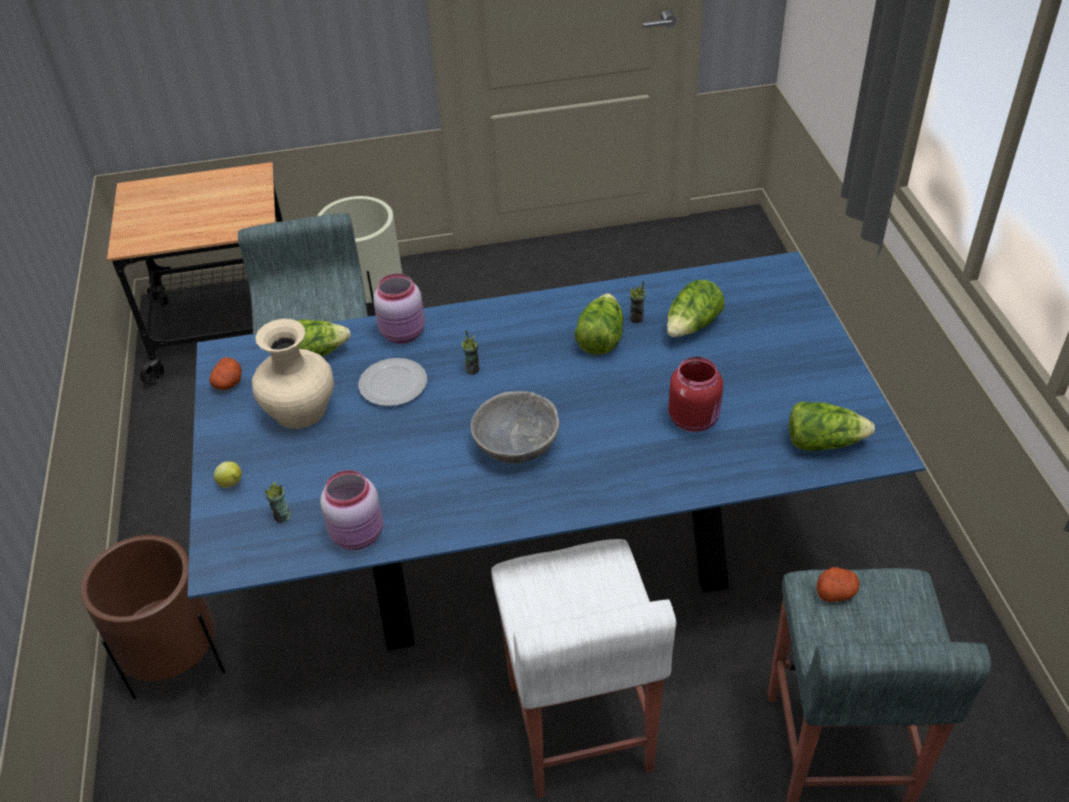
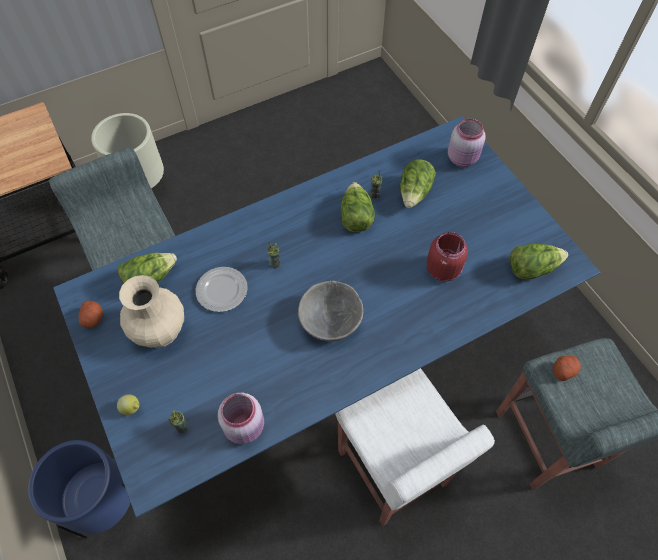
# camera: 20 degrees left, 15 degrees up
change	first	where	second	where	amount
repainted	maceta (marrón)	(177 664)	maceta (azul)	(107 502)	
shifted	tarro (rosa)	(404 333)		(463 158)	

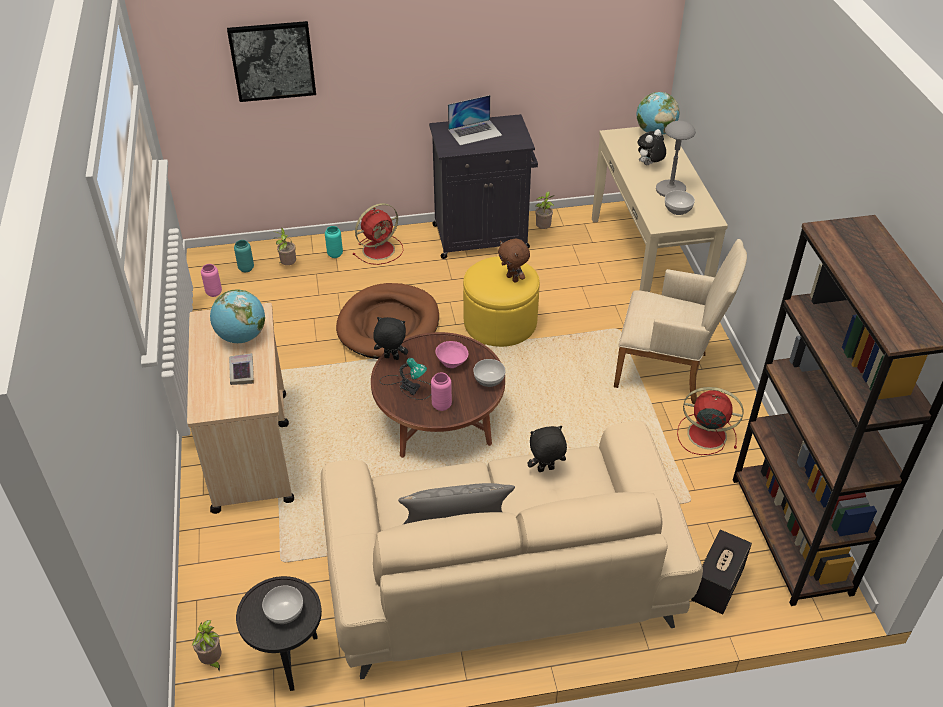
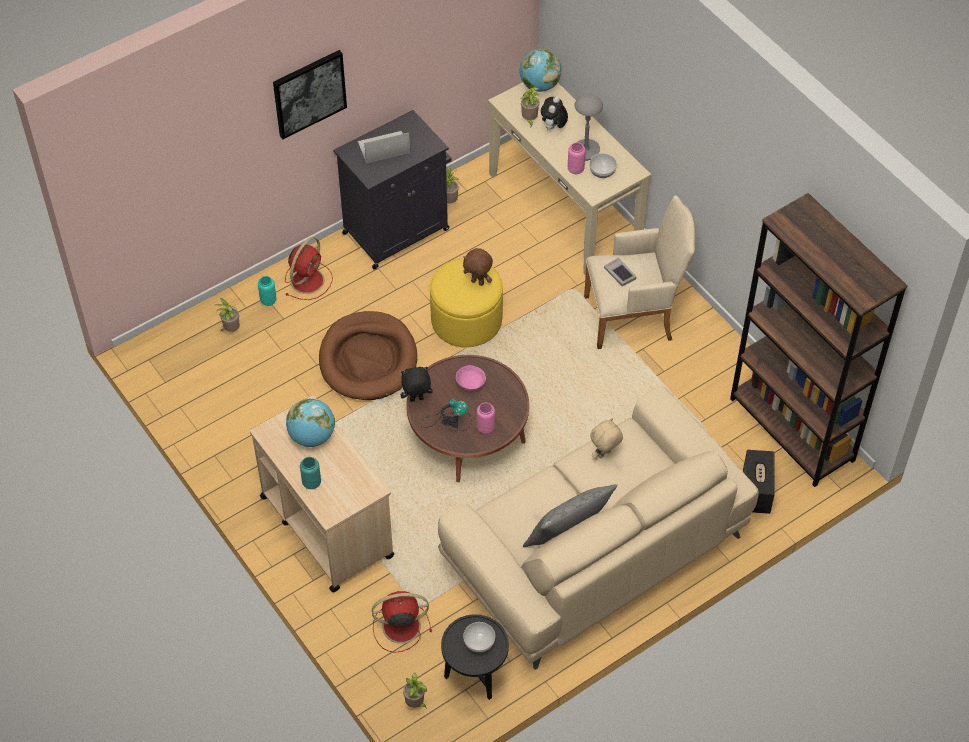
# camera: 25 degrees left, 10 degrees up
change	first	where	second	where	amount
shifted	florero (rosa)	(214 293)		(575 169)	
shifted	cuadro	(272 61)		(309 93)	
shifted	libro	(242 372)		(619 274)	
shifted	florero (turquesa)	(246 268)		(311 483)	
rotated	portátil	(475 132)		(383 147)	150 degrees counterclockwise
gone	cuenco	(489 380)			
repainted	peluche (negro)	(545 470)	peluche (beis)	(604 454)	
shifted	ventilador (rojo)	(705 434)		(399 626)	
new			planta en maceta	(529 120)	

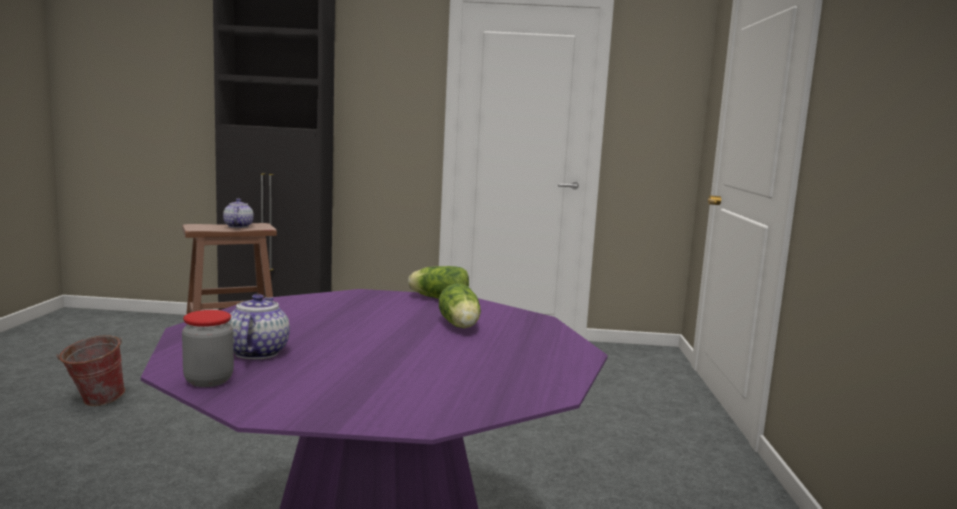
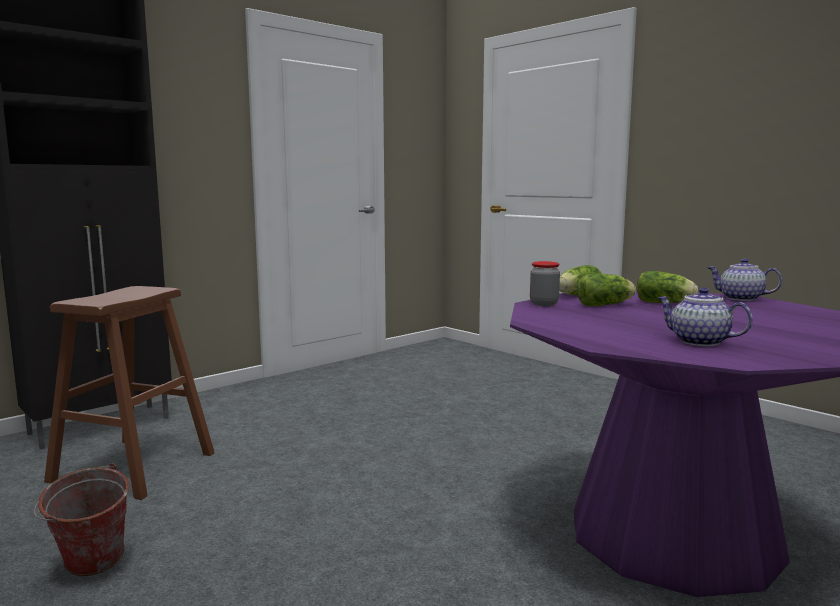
# camera: 45 degrees left, 0 degrees up
change	first	where	second	where	amount
shifted	tarro	(208 380)		(544 304)	
shifted	tetera	(238 226)		(740 298)	
new			lechuga	(606 305)	

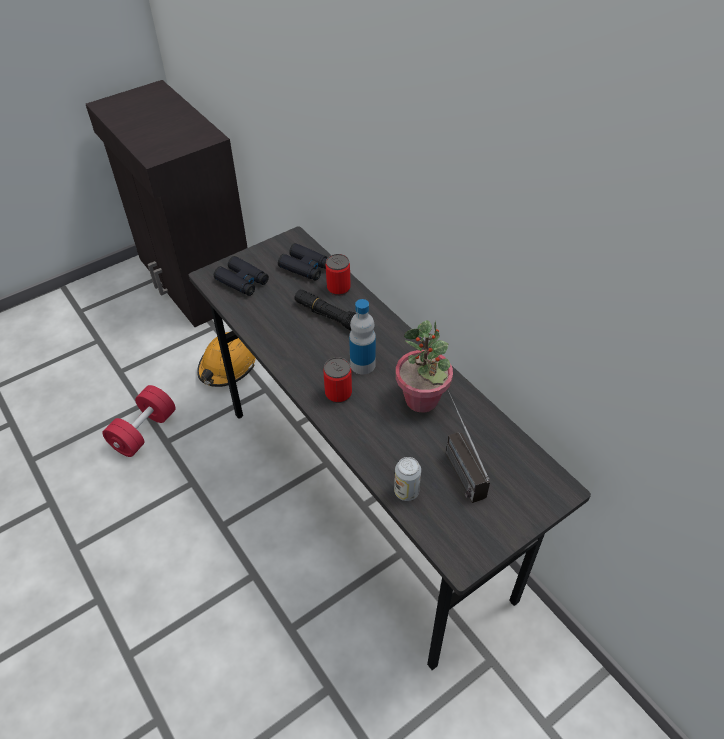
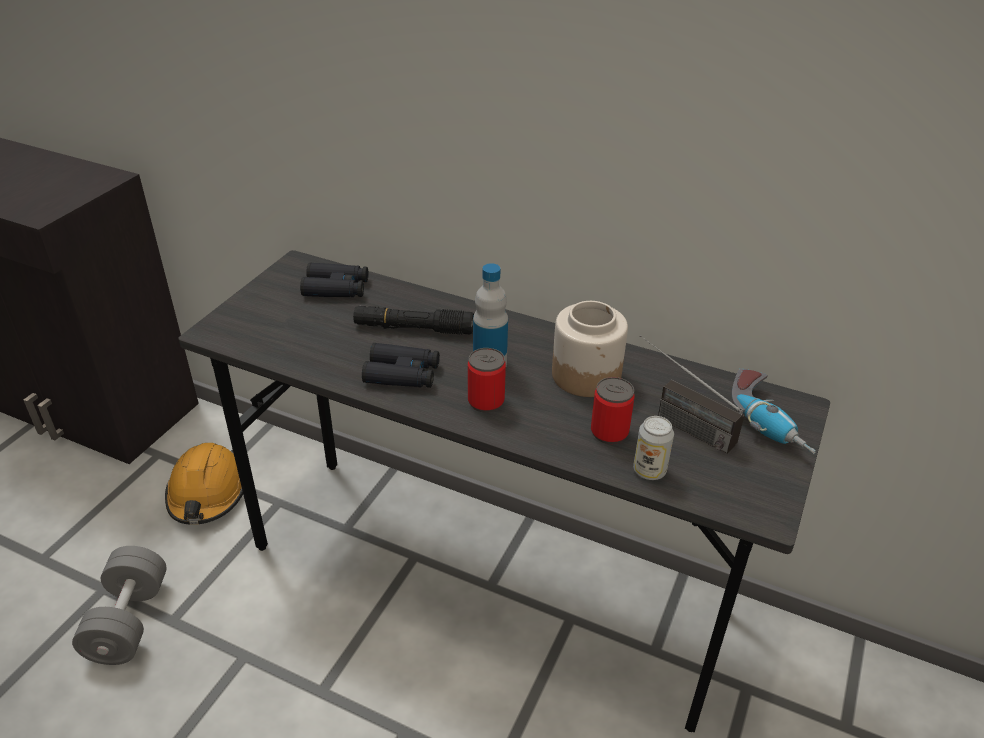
# camera: 30 degrees left, 10 degrees down
change	first	where	second	where	amount
repainted	mancuerna (rojo)	(144 431)	mancuerna (gris)	(128 621)	
shifted	prismáticos (negro)	(242 281)		(402 374)	
shifted	lata	(338 288)		(609 432)	
swapped	planta en maceta	(422 399)	tarro	(586 375)	
new			taladro	(769 422)	

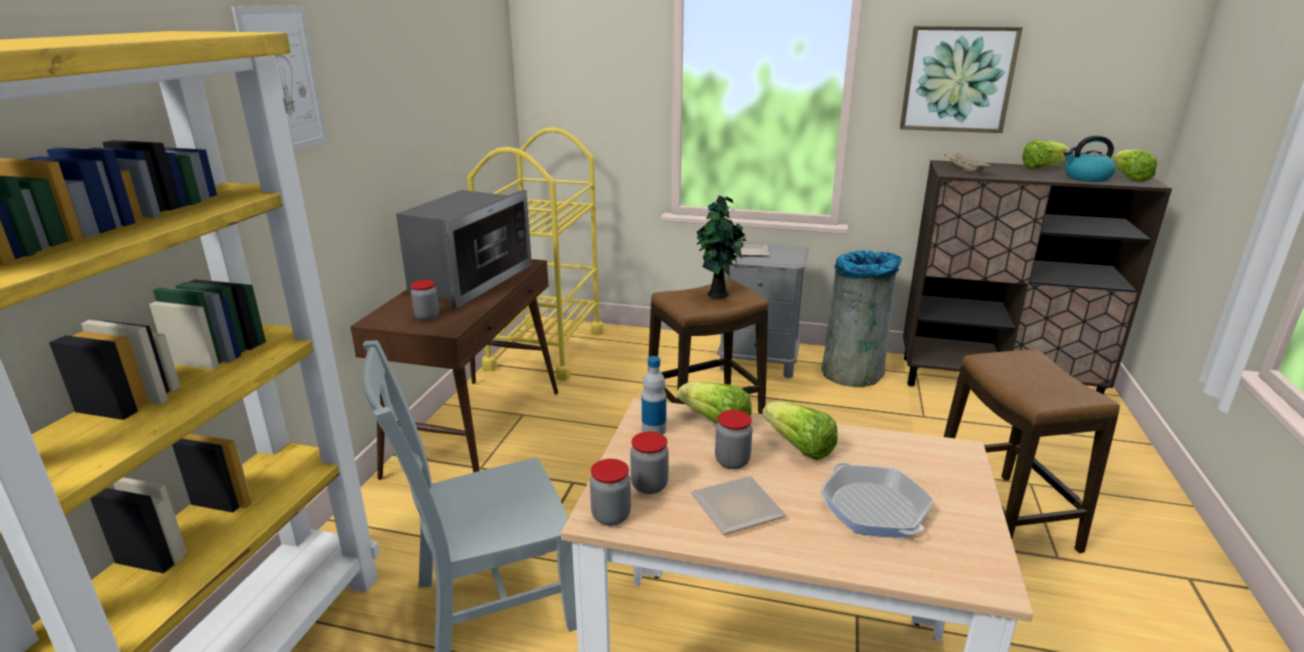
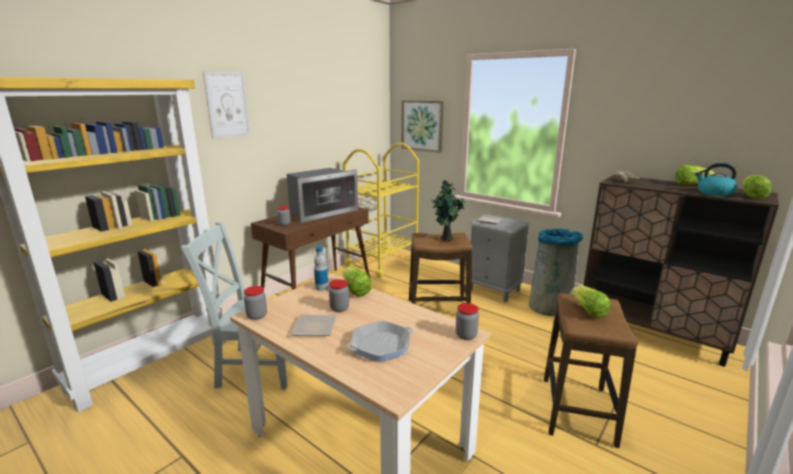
# camera: 25 degrees right, 5 degrees down
change	first	where	second	where	amount
shifted	tarro	(649 485)		(466 335)	
shifted	lechuga	(798 447)		(588 311)	
rotated	sartén	(874 508)		(381 345)	60 degrees clockwise
shifted	cuadro	(957 79)		(422 125)	

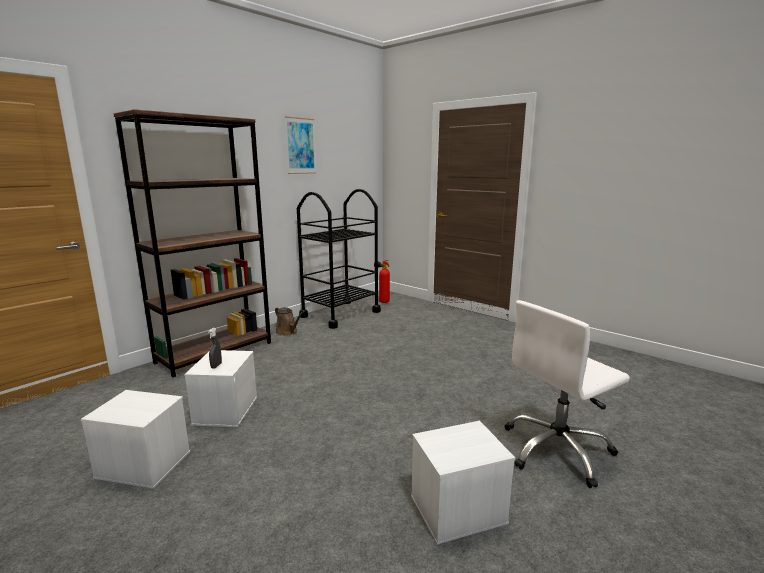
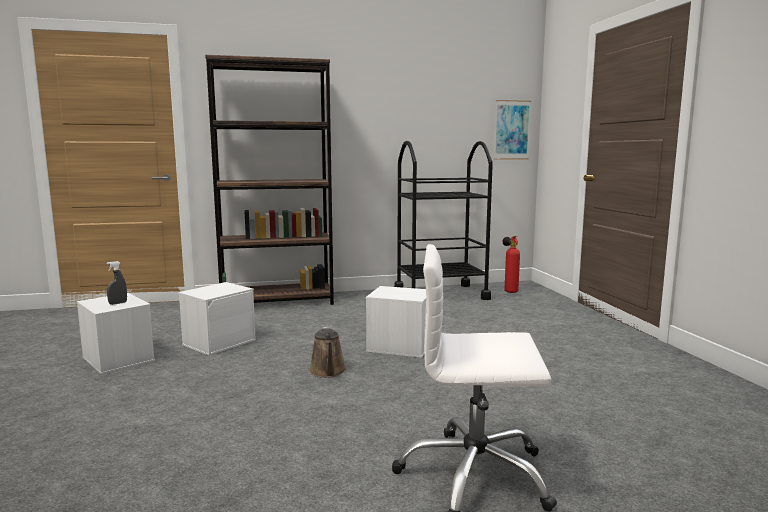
# camera: 35 degrees right, 5 degrees down
change	first	where	second	where	amount
shifted	pulverizador (gris)	(216 366)		(118 303)	
shifted	regadera (marrón)	(287 332)		(328 372)	
shifted	cuadro	(300 146)		(512 130)	
shifted	caja de almacenaje (blanco)	(457 510)		(398 346)	

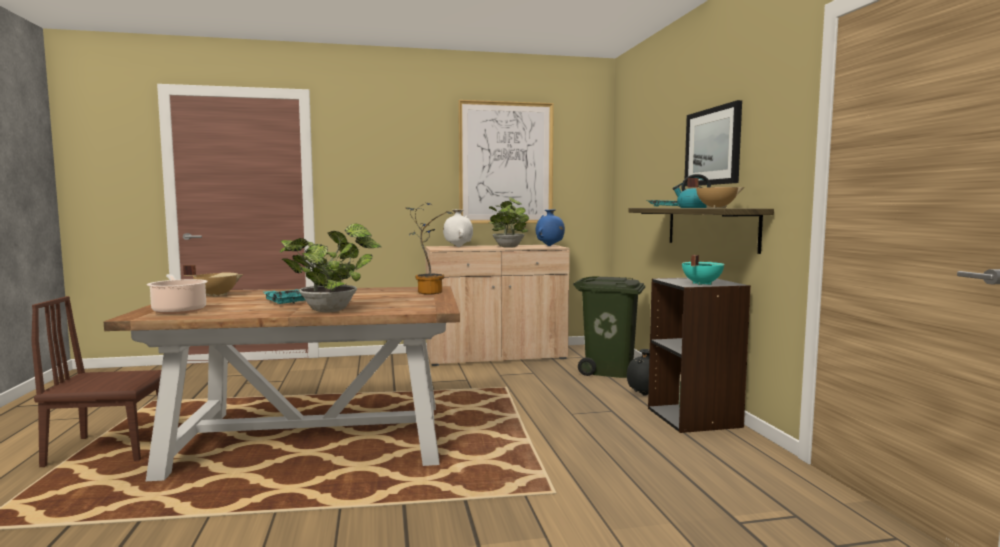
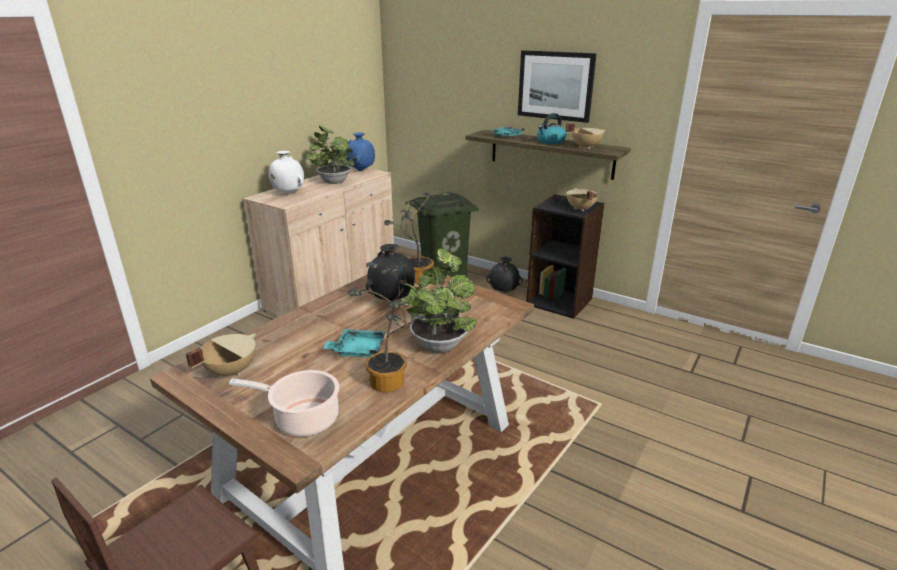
# camera: 45 degrees left, 20 degrees up
change	first	where	second	where	amount
gone	cuadro	(506 163)			
repainted	olla (turquesa)	(701 284)	olla (beis)	(580 209)	
new			planta en maceta	(392 384)	
new			florero (negro)	(392 300)	

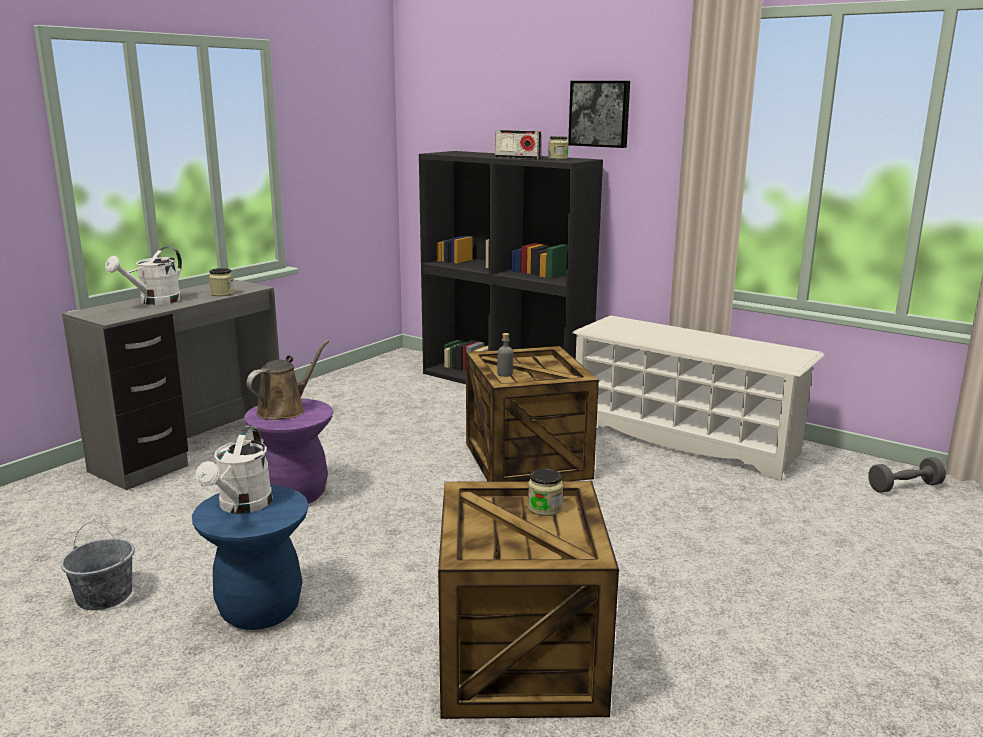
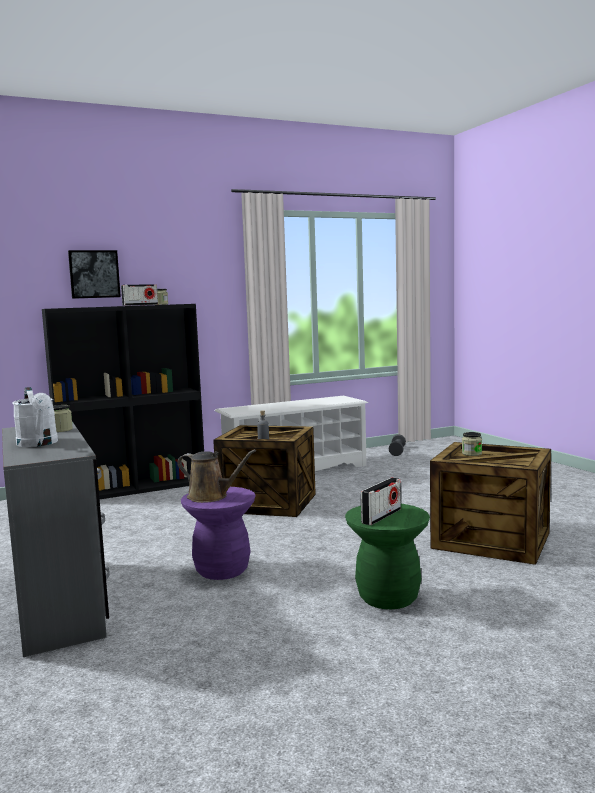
# camera: 60 degrees left, 10 degrees down
change	first	where	second	where	amount
gone	cubo (gris)	(104 596)			
repainted	taburete (azul)	(260 610)	taburete (verde)	(388 597)	
swapped	regadera (blanco)	(241 506)	radio	(381 516)	
rotated	regadera (marrón)	(285 410)		(211 497)	135 degrees clockwise
shifted	cuadro	(600 113)		(94 274)	

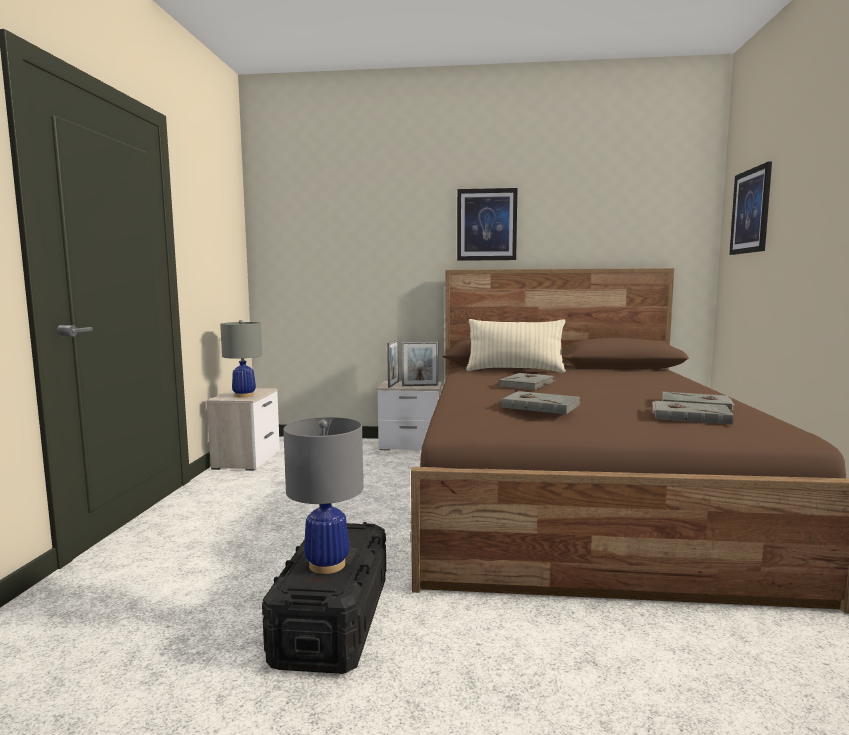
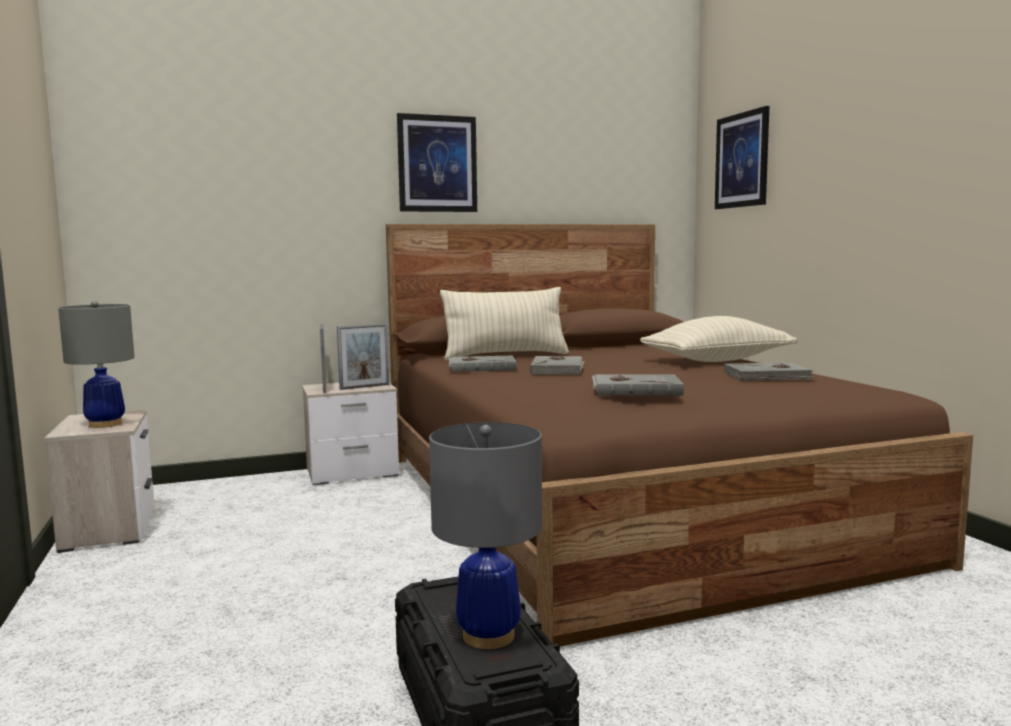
# camera: 25 degrees left, 0 degrees up
change	first	where	second	where	amount
shifted	libro (gris)	(690 416)		(482 367)	
new			cojín (beis)	(717 360)	

